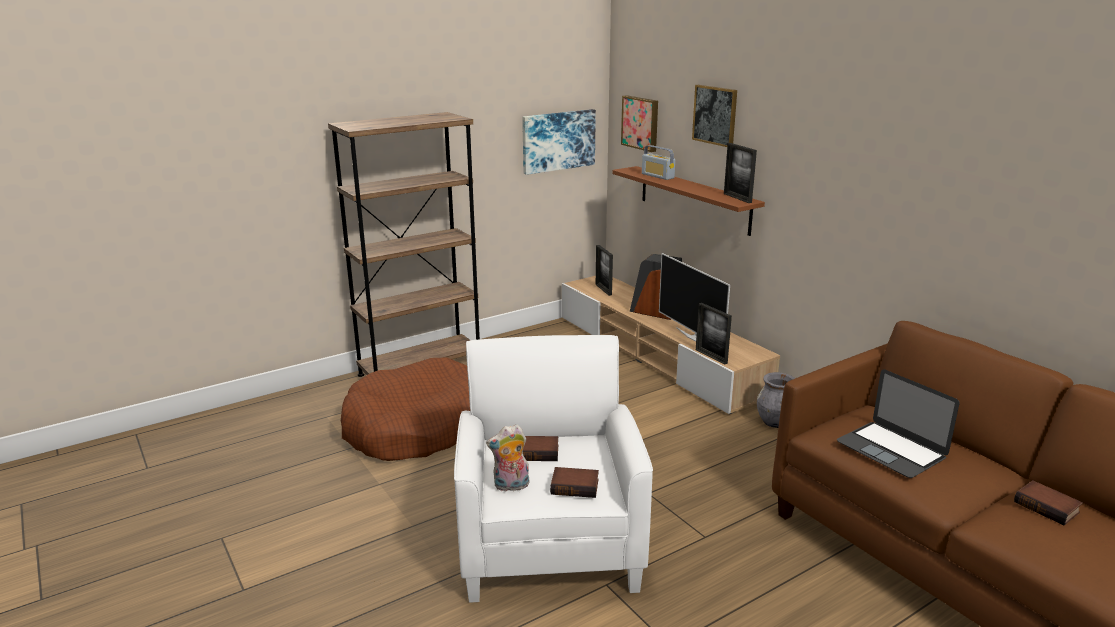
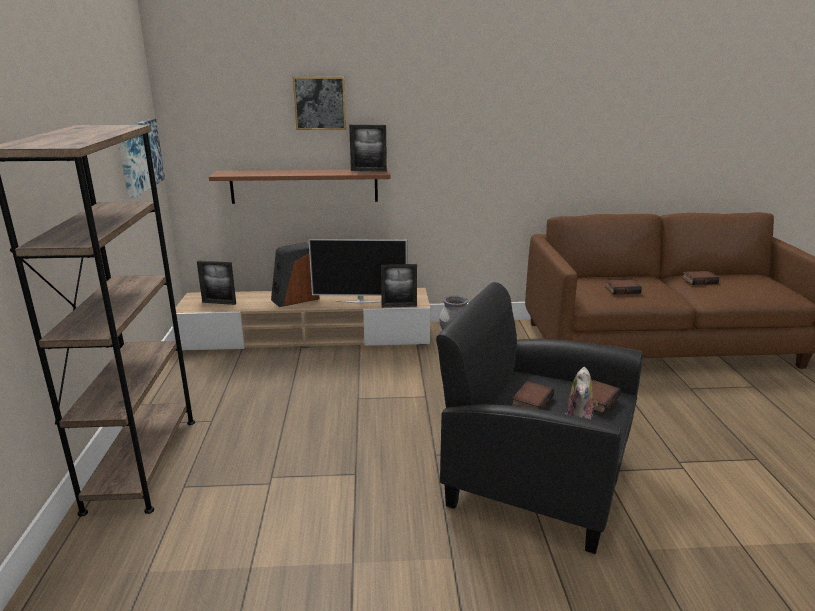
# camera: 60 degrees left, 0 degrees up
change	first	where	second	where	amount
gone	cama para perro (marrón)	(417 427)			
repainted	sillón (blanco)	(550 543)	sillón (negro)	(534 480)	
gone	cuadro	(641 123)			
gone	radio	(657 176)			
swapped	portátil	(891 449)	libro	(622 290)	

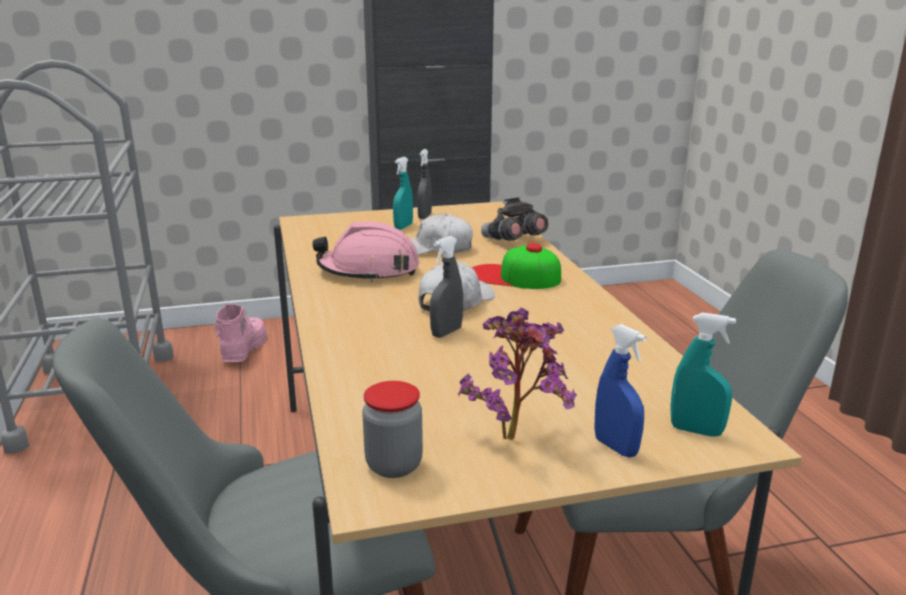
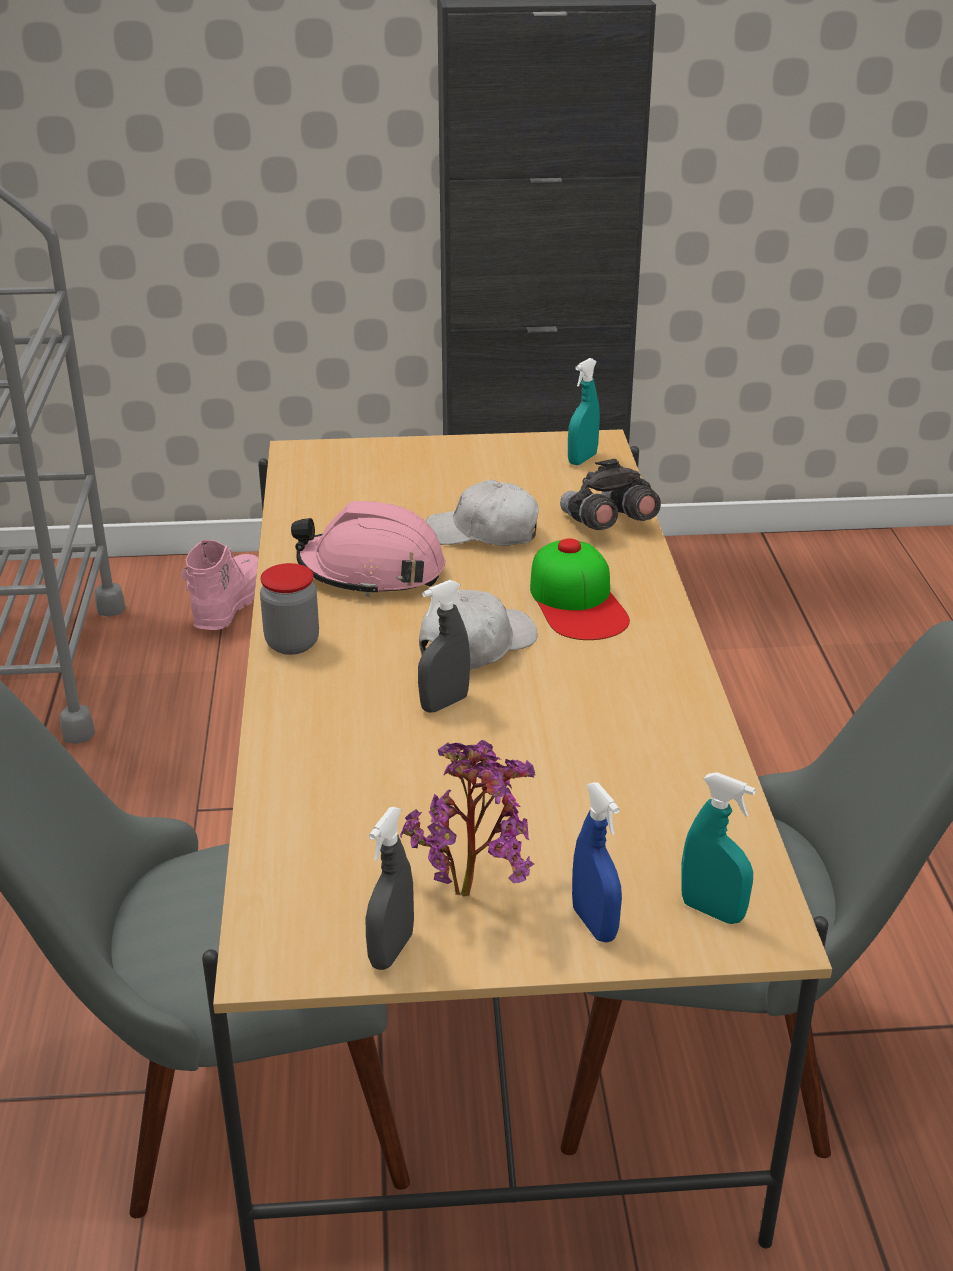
# camera: 10 degrees right, 10 degrees up
change	first	where	second	where	amount
shifted	tarro	(394 465)		(292 643)	
shifted	pulverizador (turquesa)	(403 227)		(582 459)	
shifted	pulverizador (gris)	(424 216)		(391 950)	
rotated	gorra	(513 277)		(577 602)	135 degrees counterclockwise

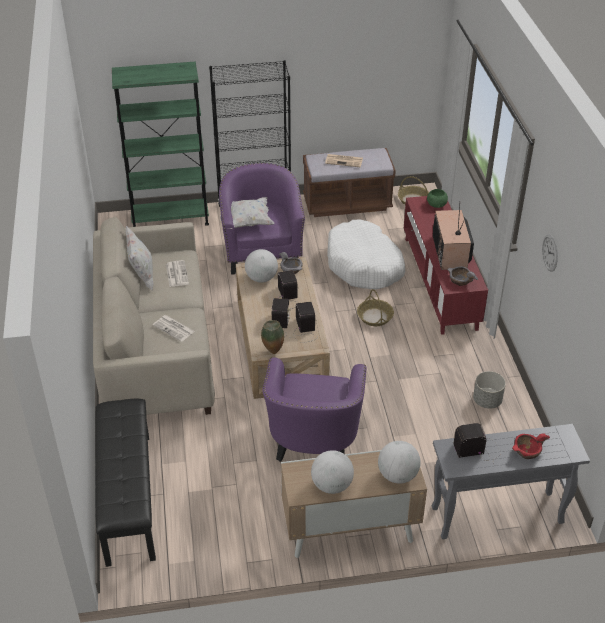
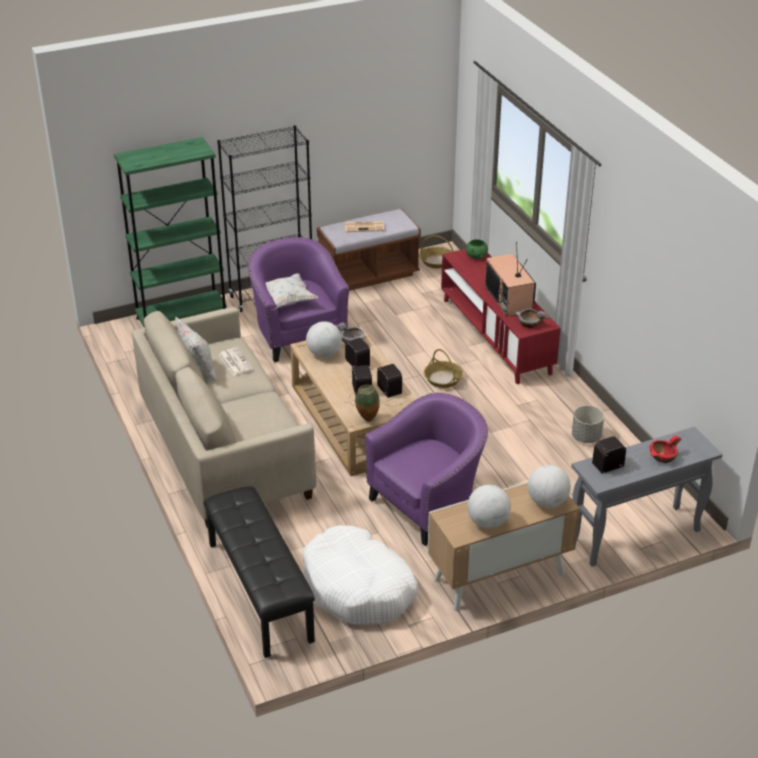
# camera: 15 degrees left, 5 degrees down
change	first	where	second	where	amount
gone	periódico	(174 328)			
rotated	sillón (morado)	(313 442)		(428 505)	120 degrees counterclockwise
shifted	cama para perro (blanco)	(364 265)		(358 588)	
gone	reloj de pared	(550 252)			

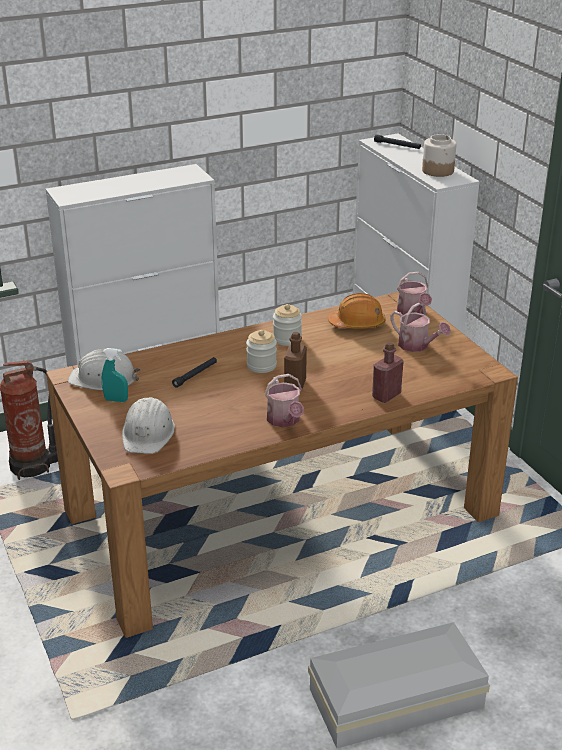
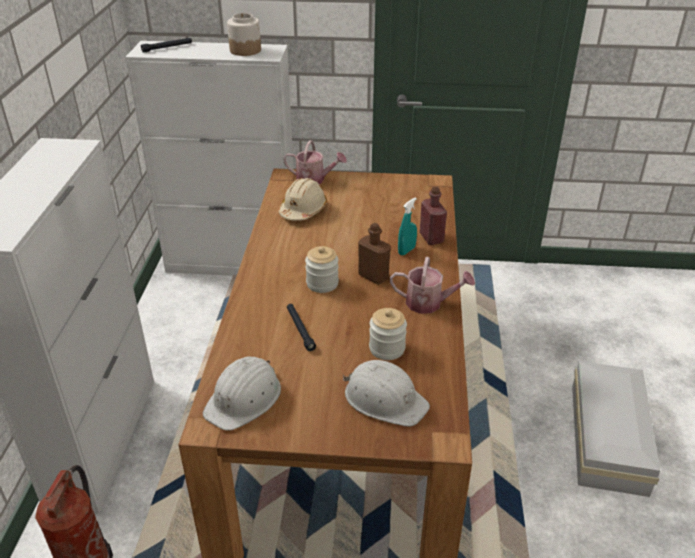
# camera: 60 degrees left, 5 degrees up
change	first	where	second	where	amount
shifted	pulverizador (turquesa)	(116 400)		(406 251)	
shifted	tarro	(287 339)		(387 348)	
repainted	casco (naranja)	(357 324)	casco (beis)	(303 210)	
gone	regadera	(417 346)			

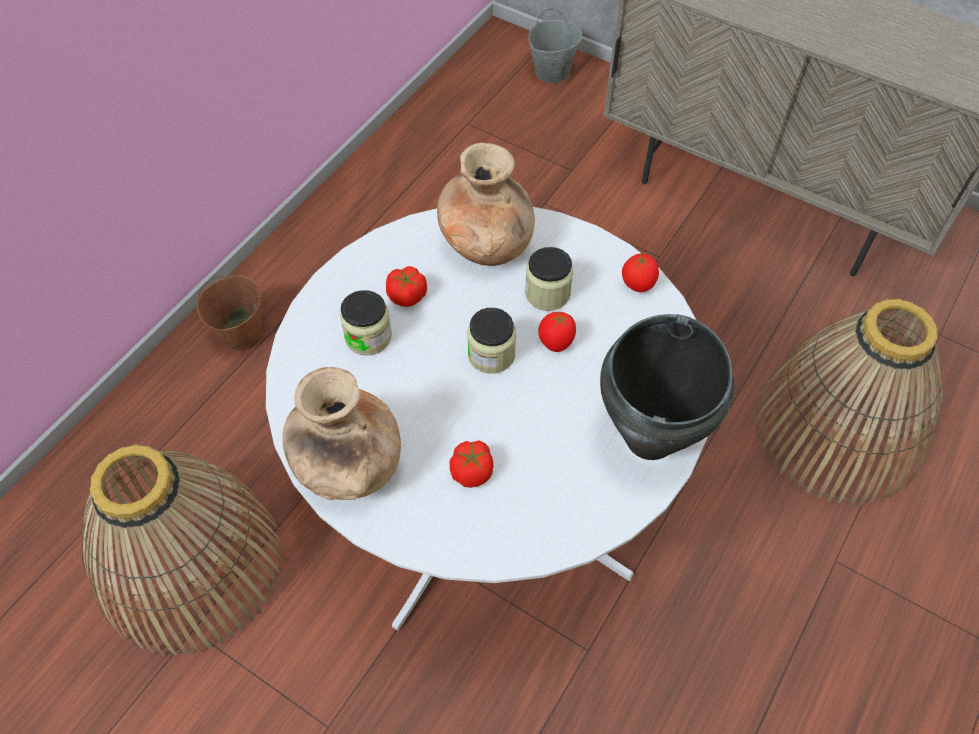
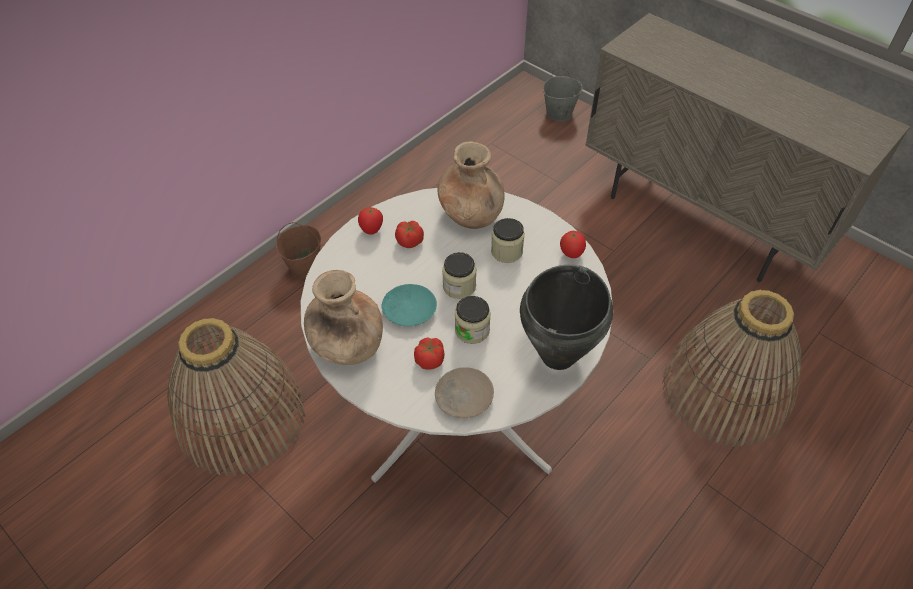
# camera: 10 degrees right, 5 degrees down
change	first	where	second	where	amount
shifted	tarro	(368 337)		(472 330)	
shifted	tomate	(556 344)		(371 230)	
new			plato (turquesa)	(409 309)	
new			plato (beis)	(463 397)	

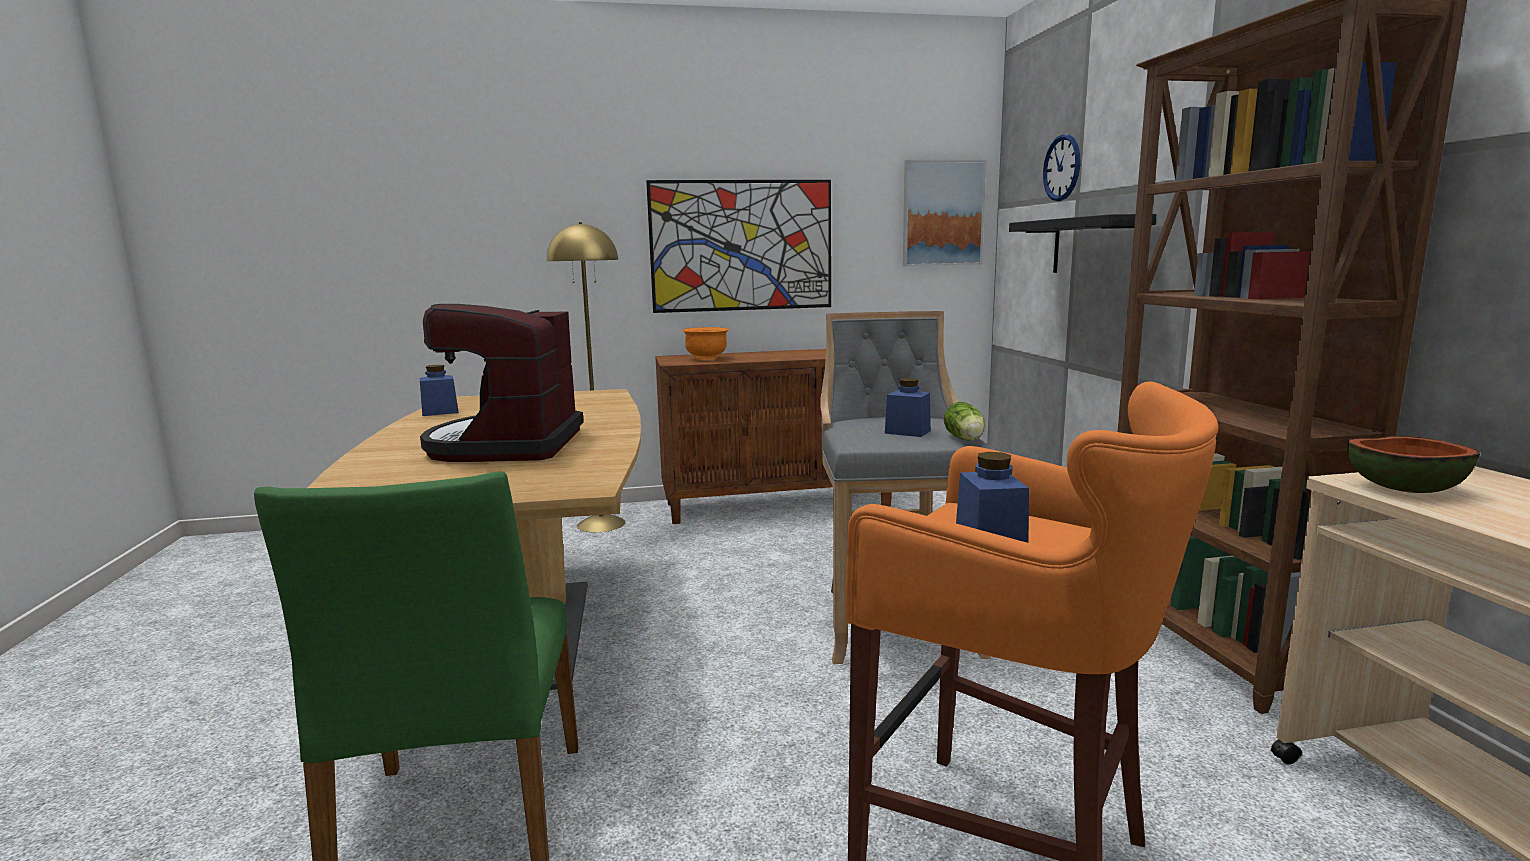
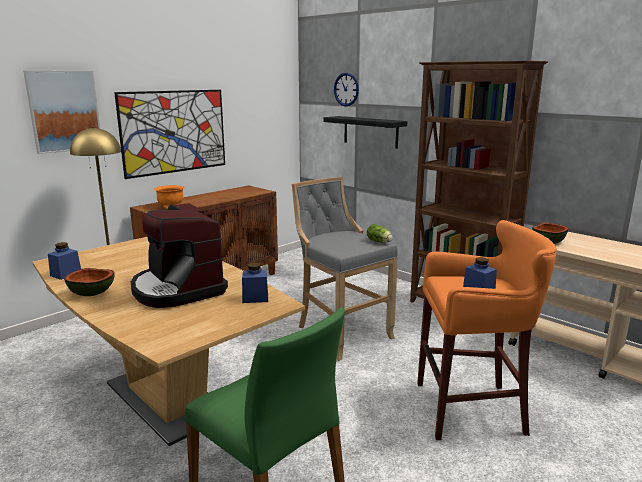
# camera: 35 degrees left, 5 degrees up
change	first	where	second	where	amount
shifted	tarro (azul)	(907 432)		(255 298)	
shifted	cuadro	(942 213)		(64 111)	
new			cuenco	(92 292)	

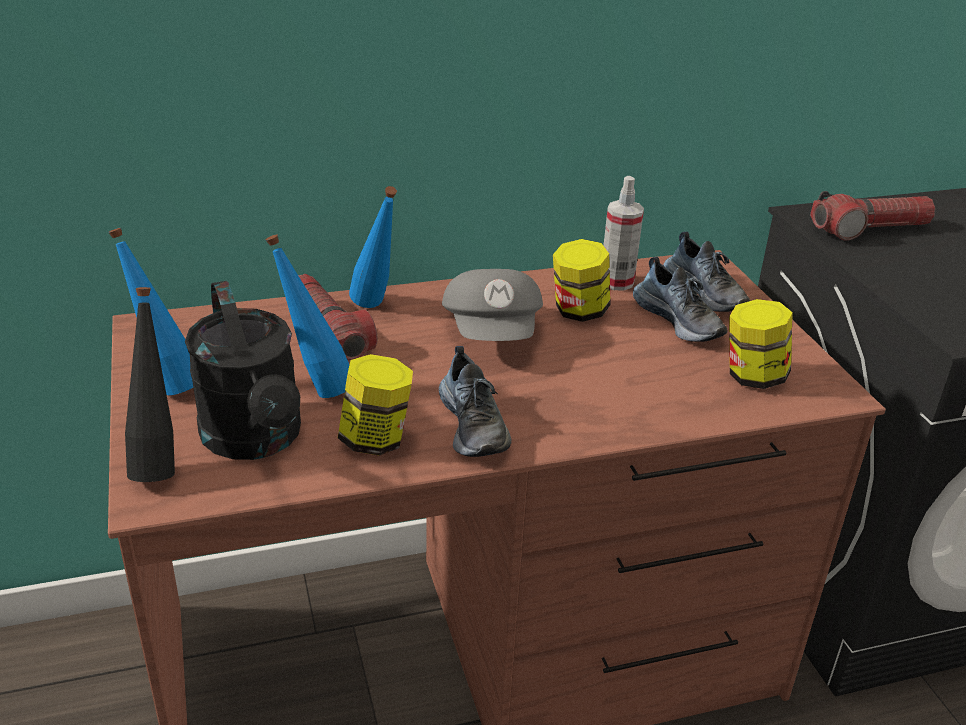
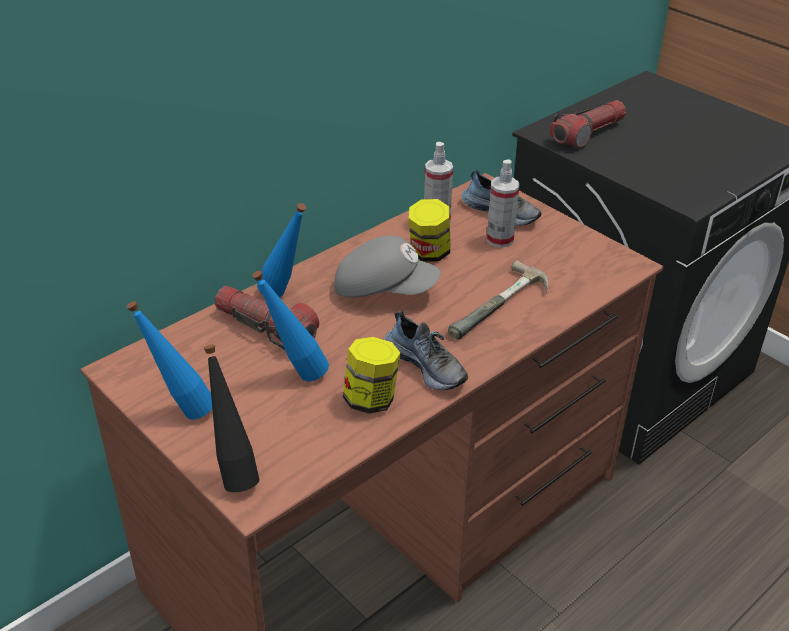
# camera: 25 degrees left, 5 degrees up
change	first	where	second	where	amount
gone	regadera (negro)	(256 440)			
rotated	gorra (gris)	(494 333)		(384 289)	45 degrees counterclockwise
swapped	zapato	(679 320)	pulverizador	(500 239)	
gone	tarro	(753 376)			
new			martillo	(503 308)	

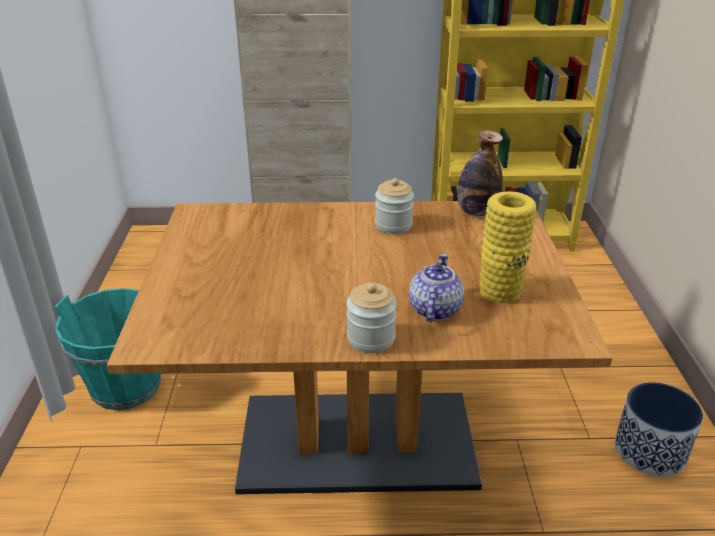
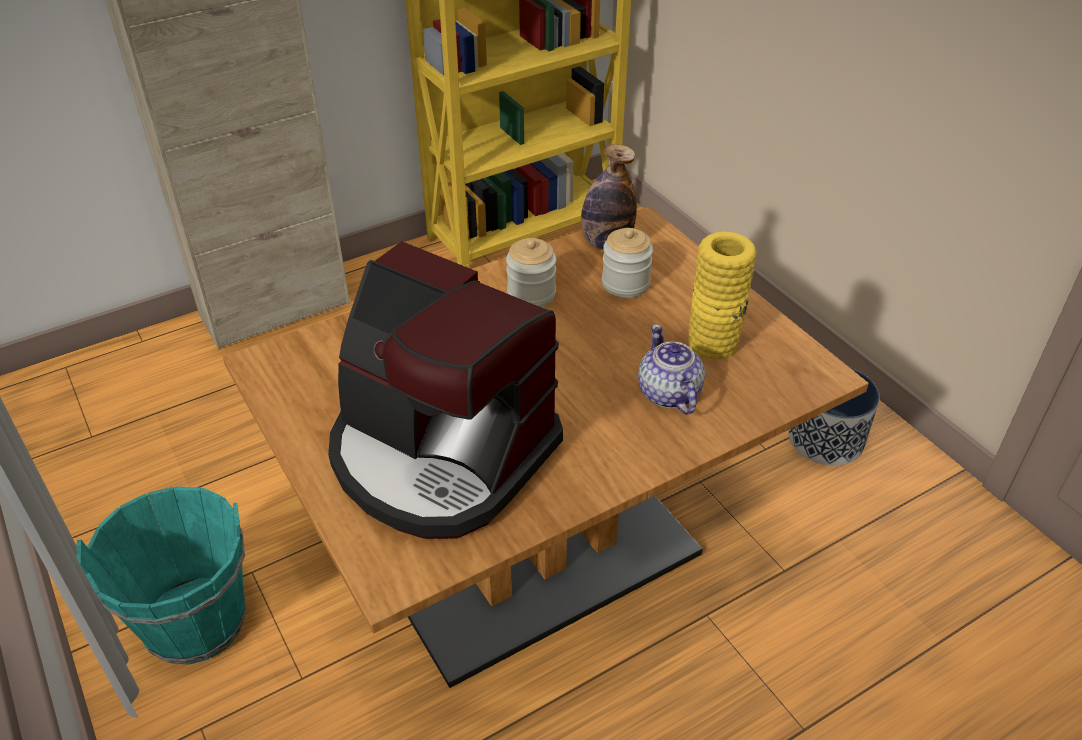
# camera: 30 degrees left, 10 degrees up
change	first	where	second	where	amount
shifted	tarro	(371 339)		(625 284)	
new			cafetera	(440 455)	

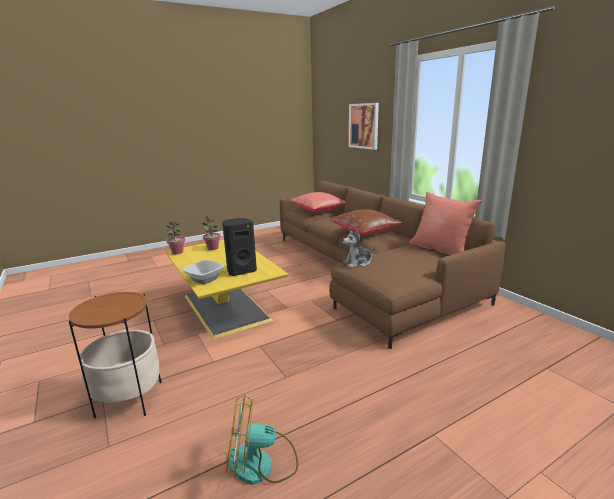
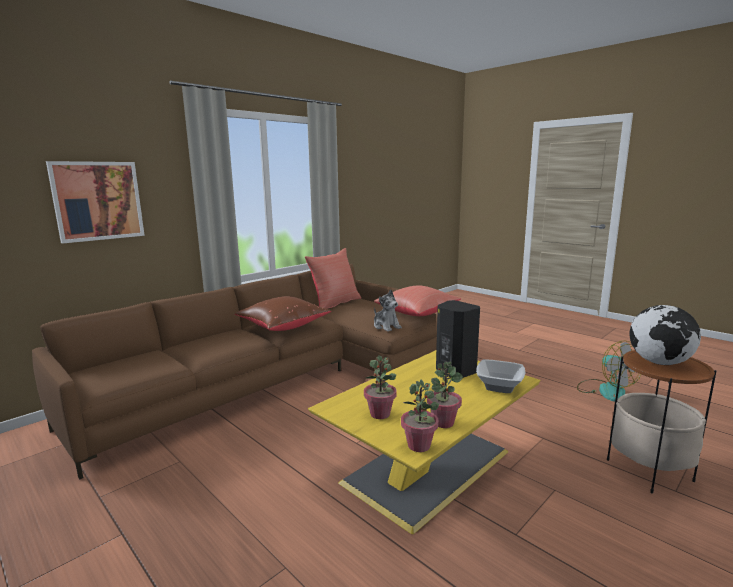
# camera: 105 degrees left, 5 degrees down
change	first	where	second	where	amount
shifted	cojín (rojo)	(319 211)		(416 313)	
new			planta en maceta	(443 422)	
new			globo terráqueo	(659 363)	

